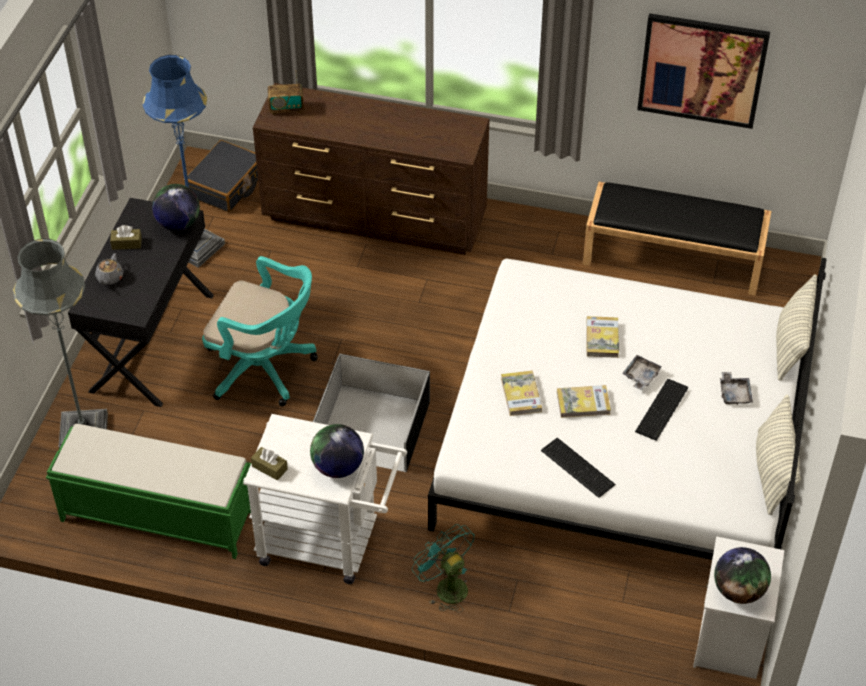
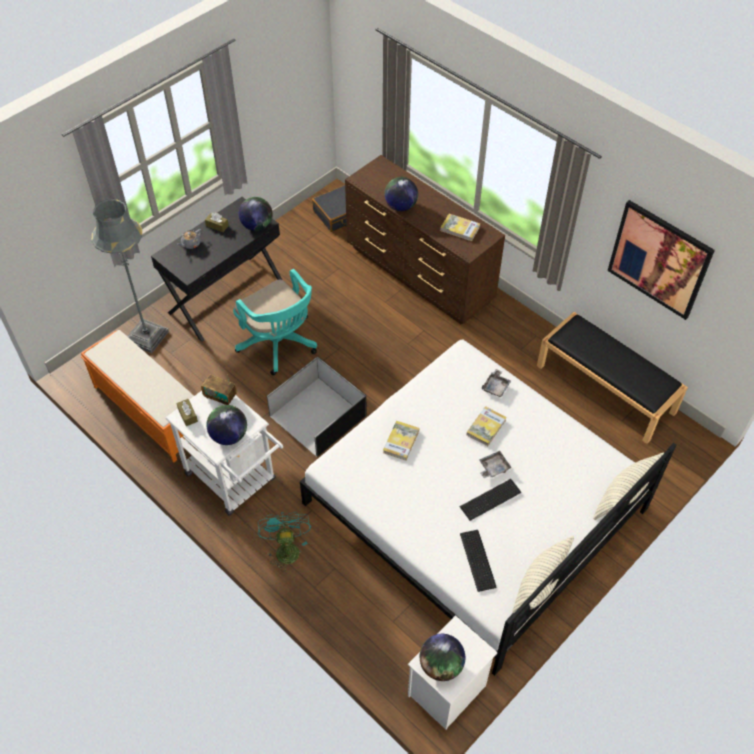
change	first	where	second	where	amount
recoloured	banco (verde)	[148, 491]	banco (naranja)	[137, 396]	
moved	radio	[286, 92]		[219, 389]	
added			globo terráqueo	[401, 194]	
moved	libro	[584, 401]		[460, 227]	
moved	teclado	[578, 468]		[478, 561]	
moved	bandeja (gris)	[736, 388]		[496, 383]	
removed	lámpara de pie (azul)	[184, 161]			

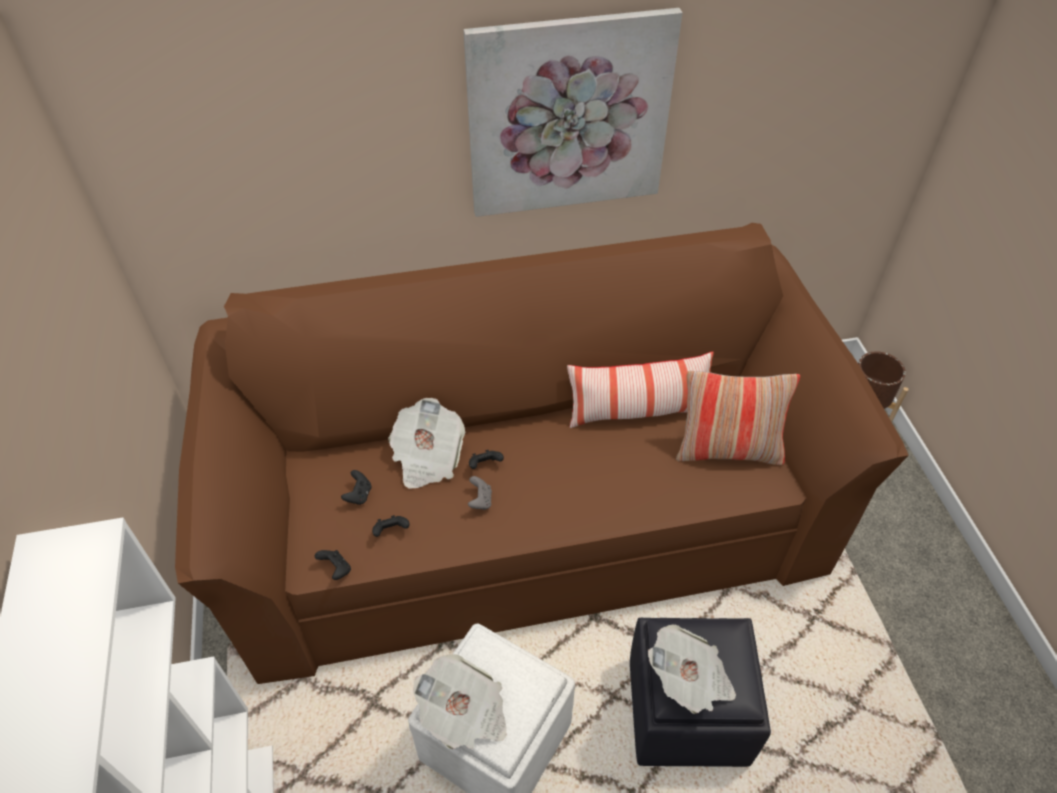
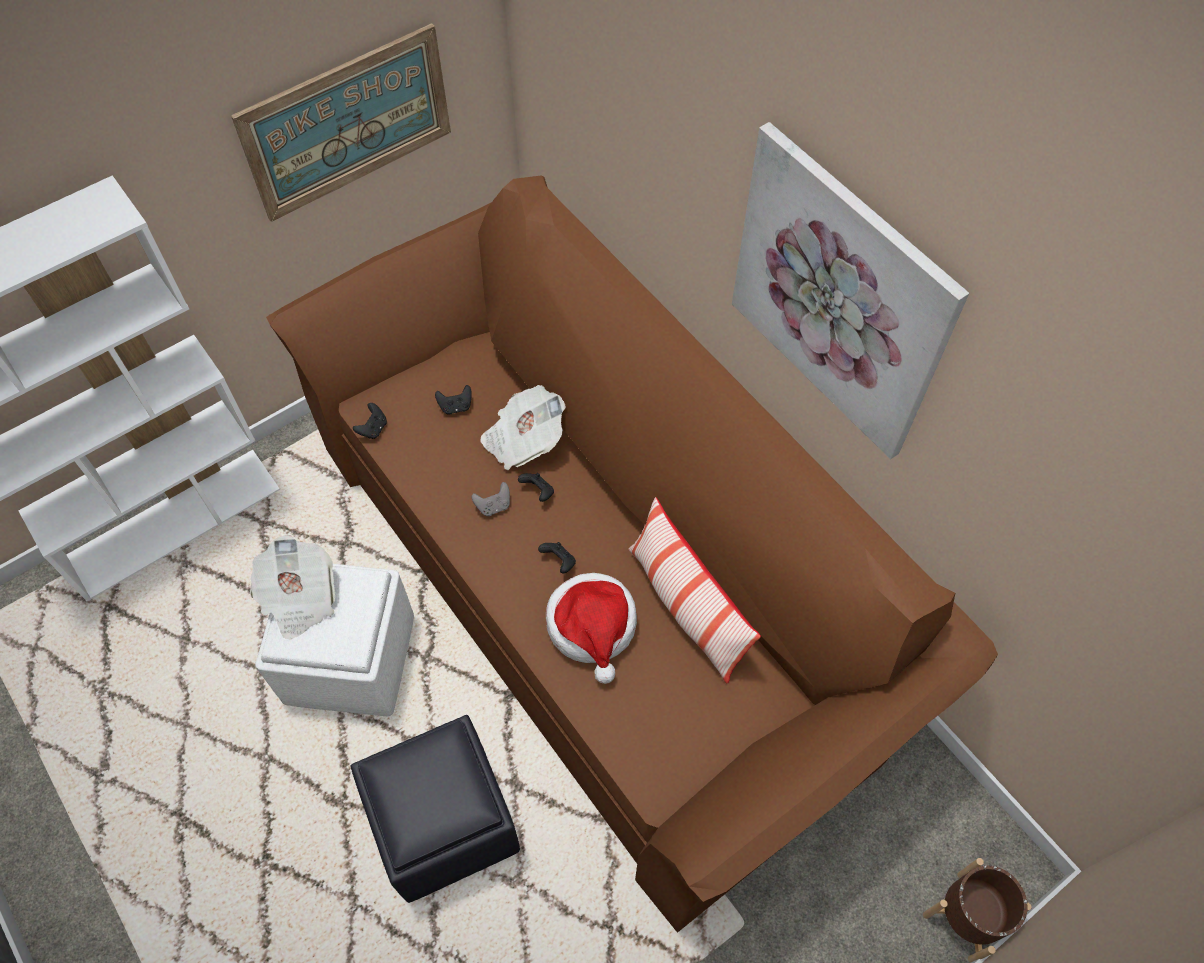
change	first	where	second	where	amount
added			cuadro	[341, 123]	
moved	mando de consola (negro)	[391, 526]		[557, 557]	
added			sombrero	[591, 628]	
removed	periódico	[692, 669]			
removed	cojín	[738, 418]			

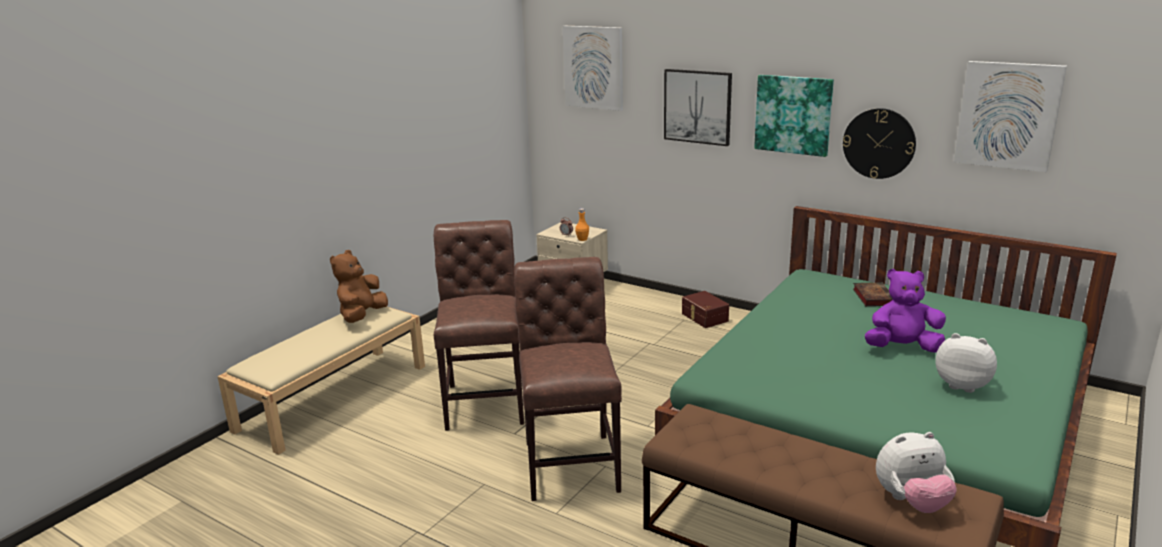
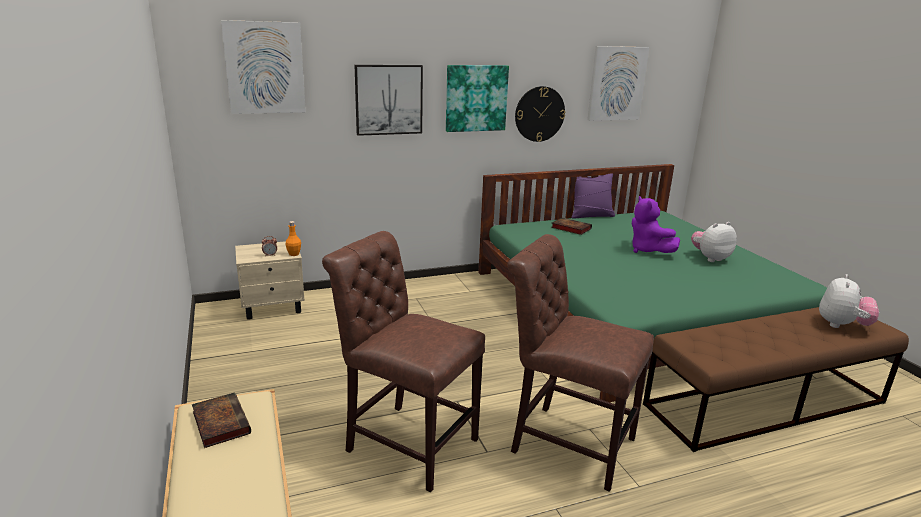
change	first	where	second	where	amount
replaced	peluche (marrón)	[359, 286]	libro	[221, 420]	
added			cojín (morado)	[593, 196]	
turned	peluche (morado)	[905, 310]		[656, 224]	60 degrees counterclockwise
removed	caja de almacenaje (marrón)	[705, 309]			

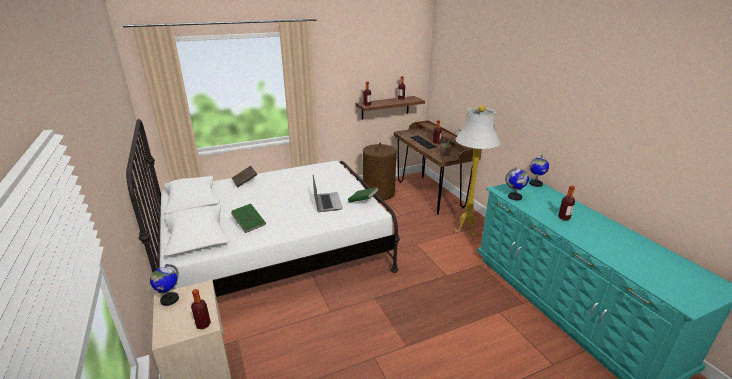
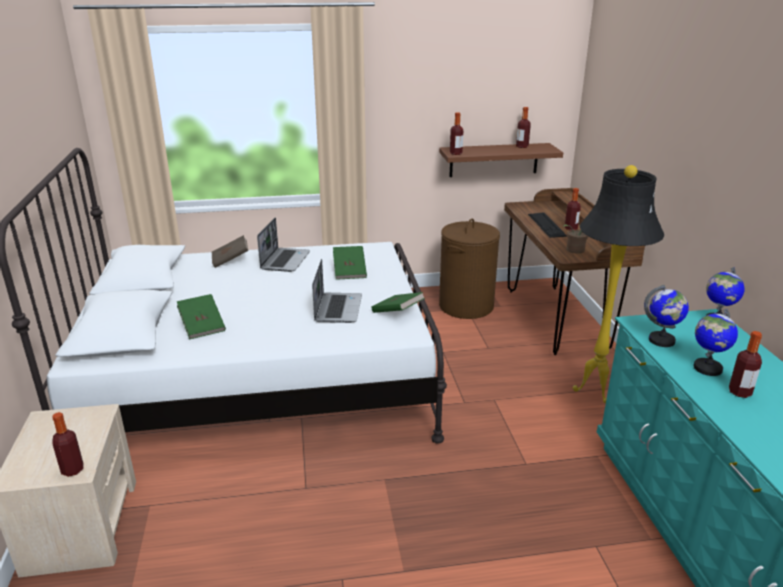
change	first	where	second	where	amount
added			portátil	[283, 245]	
added			libro (verde)	[350, 263]	
recoloured	lámpara de pie (blanco)	[478, 171]	lámpara de pie (negro)	[618, 284]	
moved	globo terráqueo	[164, 285]		[716, 342]	

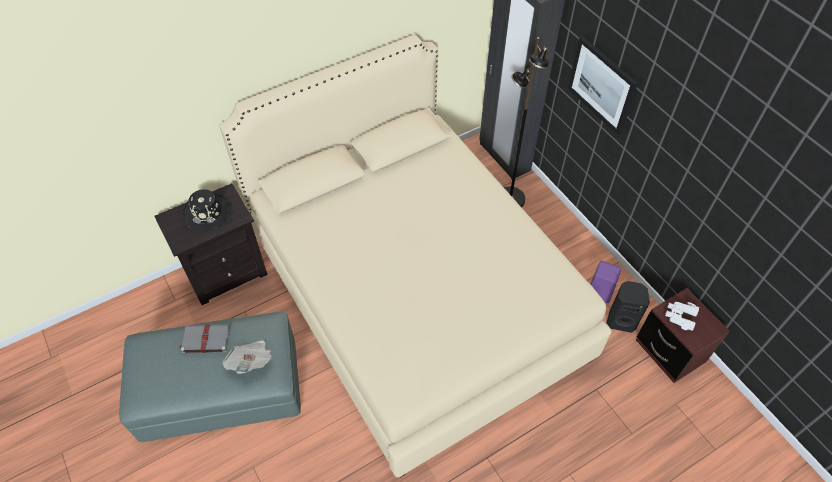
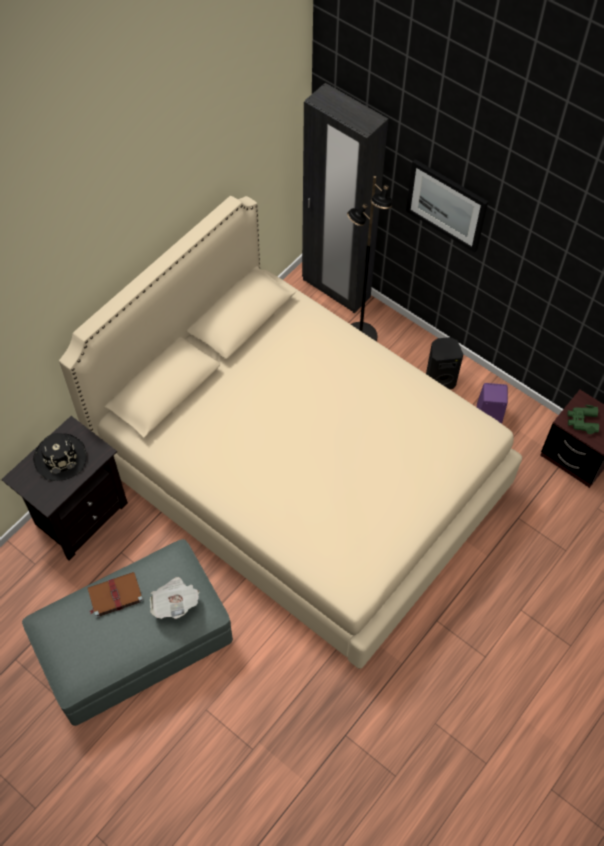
change	first	where	second	where	amount
recoloured	libro (gris)	[205, 339]	libro (marrón)	[115, 595]	
moved	altavoz (negro)	[628, 307]		[444, 363]	
recoloured	prismáticos (blanco)	[682, 316]	prismáticos (verde)	[583, 419]	

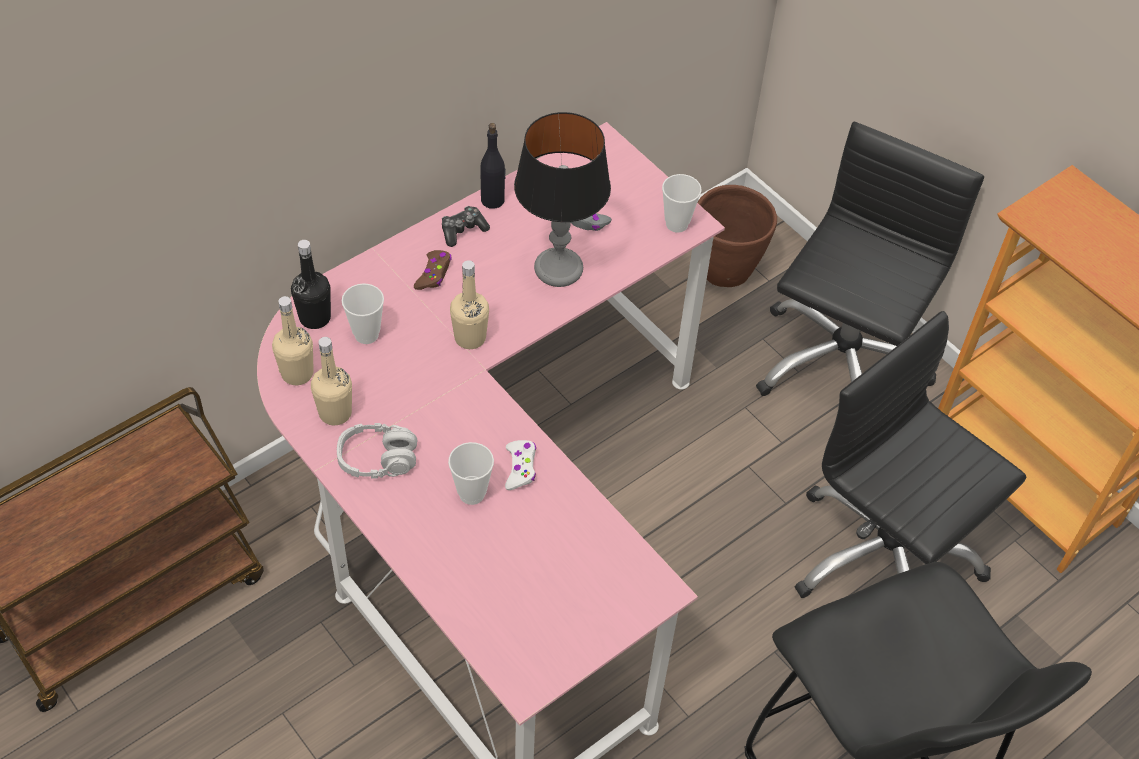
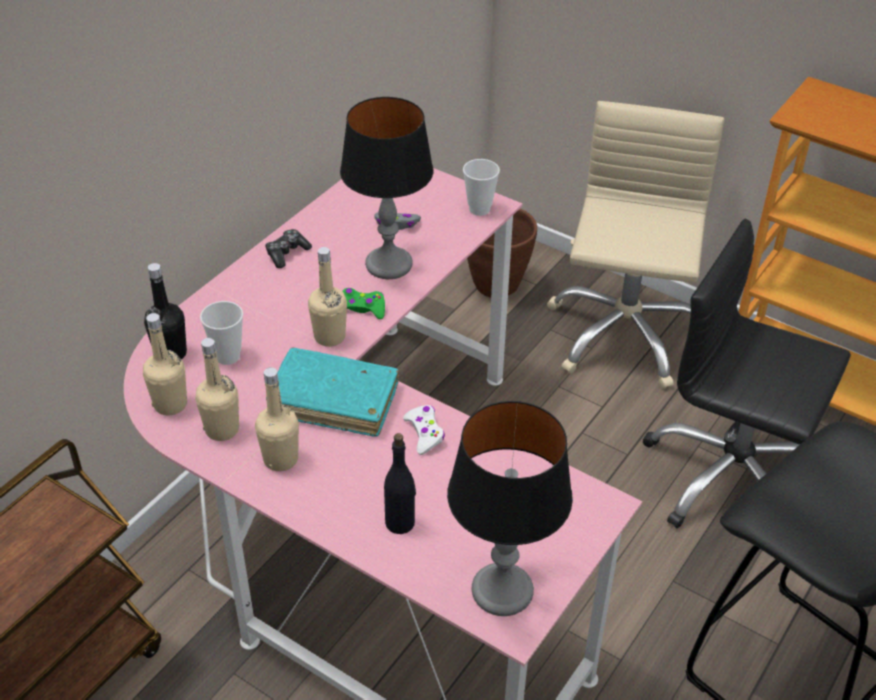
change	first	where	second	where	amount
replaced	auriculares (gris)	[377, 451]	botella (beis)	[277, 419]	
added			libro (turquesa)	[332, 392]	
added			mando de consola (verde)	[364, 303]	
moved	botella (negro)	[493, 166]		[400, 483]	
added			lámpara de mesa	[510, 508]	
recoloured	silla de oficina (negro)	[870, 259]	silla de oficina (beis)	[636, 245]	
removed	mando de consola (marrón)	[433, 270]			
removed	taza	[471, 473]			

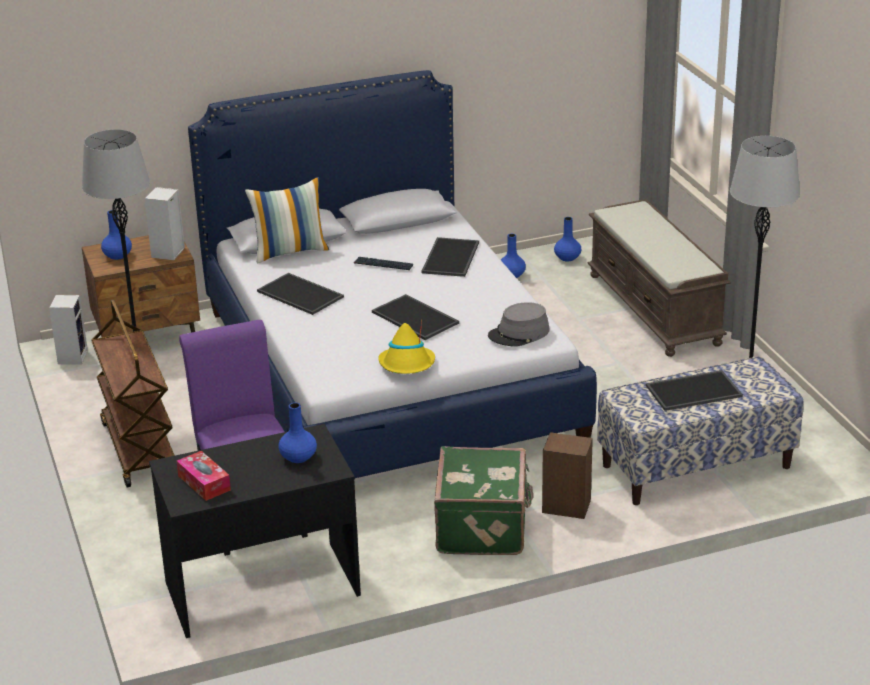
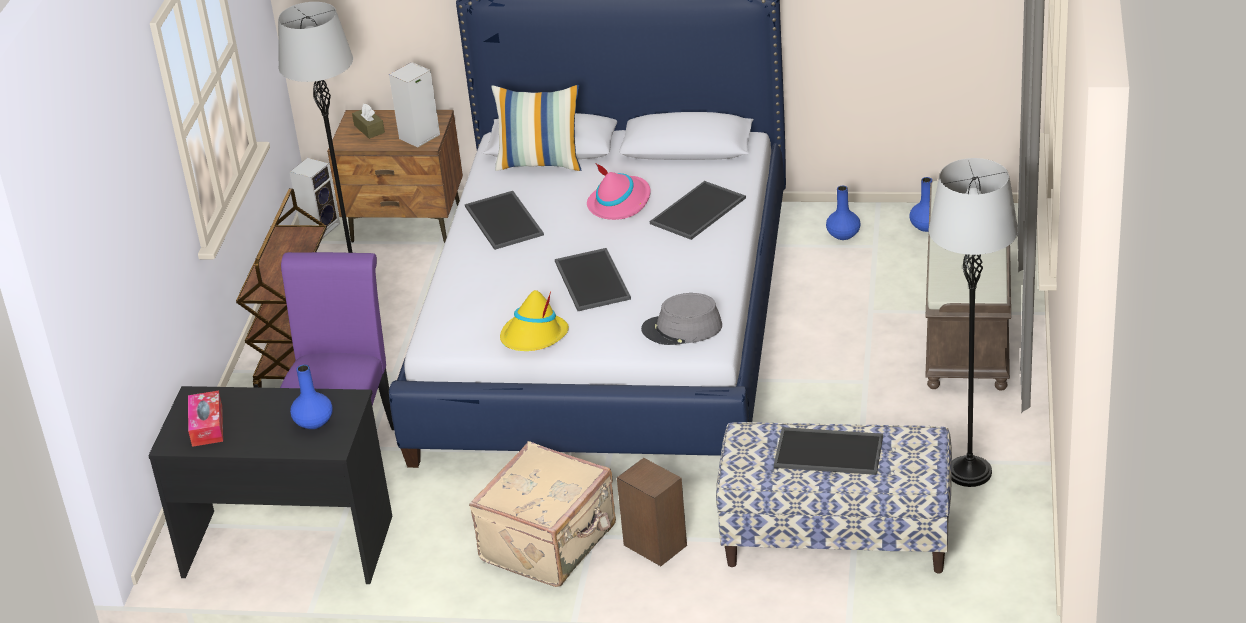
change	first	where	second	where	amount
replaced	florero (azul)	[116, 235]	caja de pañuelos (marrón)	[368, 121]	
recoloured	maleta (verde)	[483, 500]	maleta (beis)	[542, 514]	
replaced	teclado	[383, 263]	sombrero (rosa)	[618, 192]	

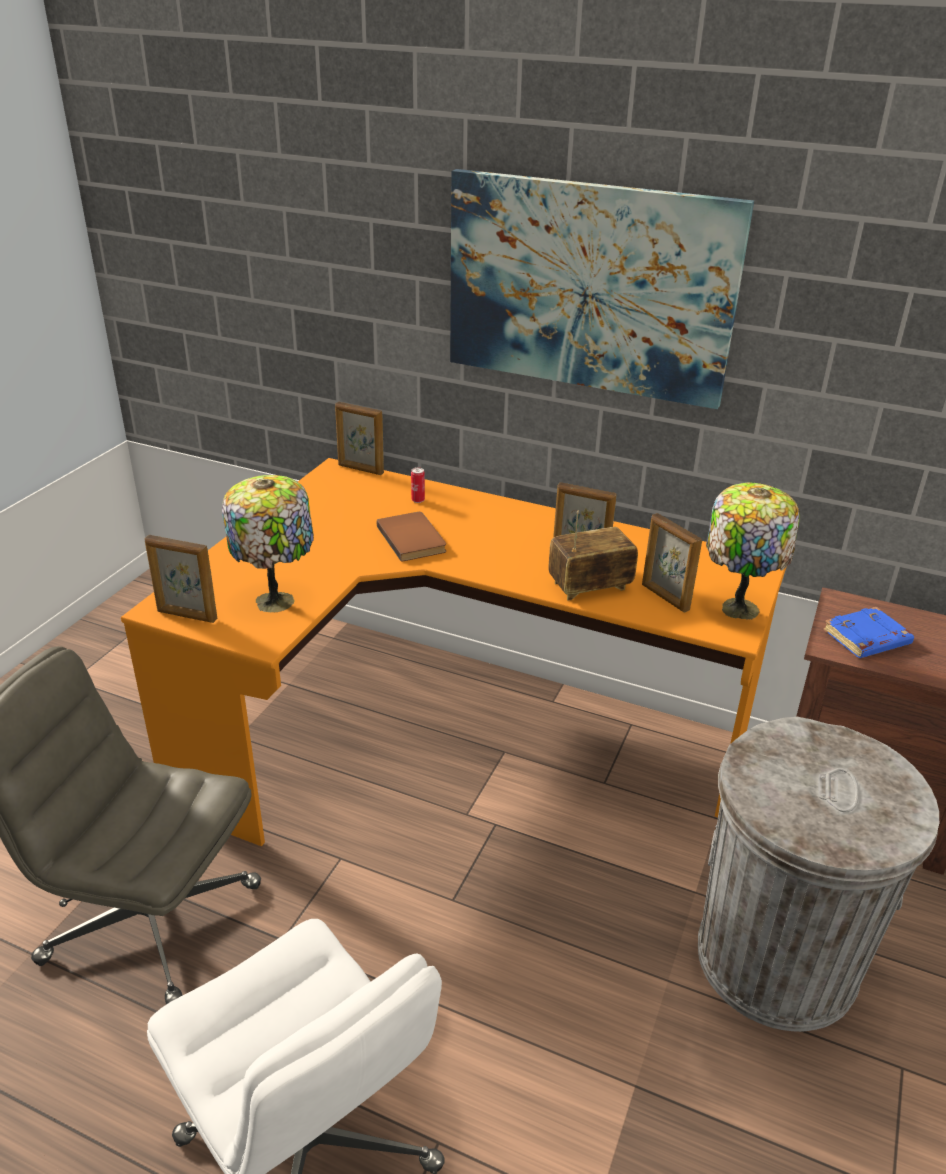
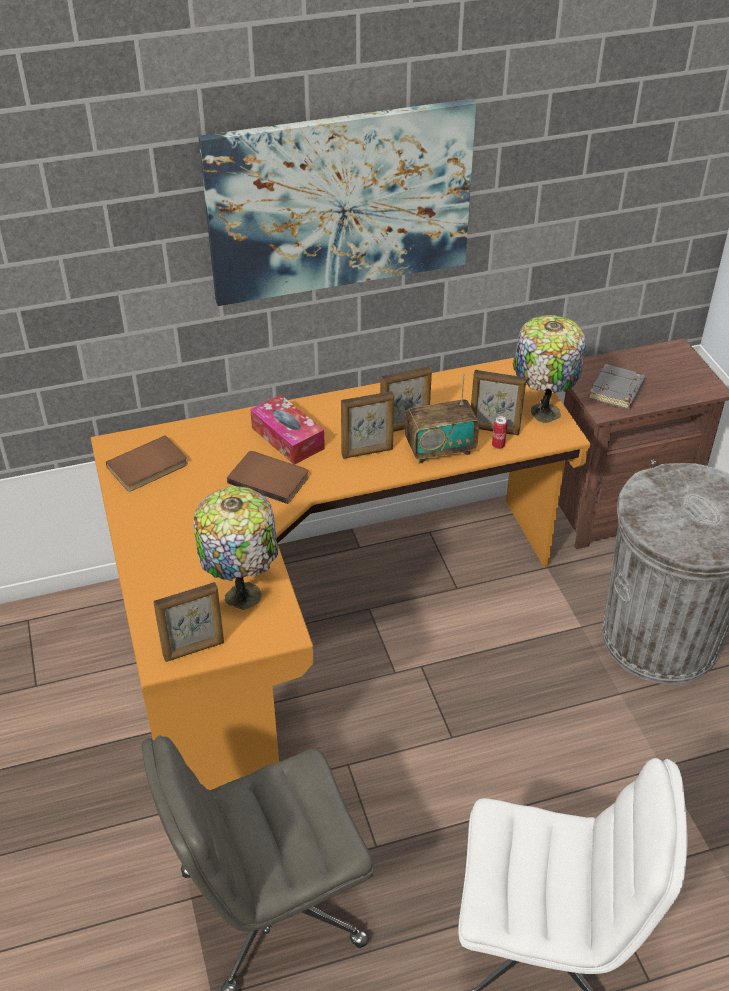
change	first	where	second	where	amount
added			libro (marrón)	[147, 463]	
added			caja de pañuelos	[287, 430]	
moved	portarretratos	[359, 438]		[367, 425]	
turned	radio	[593, 556]		[442, 418]	135 degrees counterclockwise
moved	lata	[418, 485]		[500, 432]	
recoloured	libro (azul)	[868, 632]	libro (gris)	[617, 386]	

